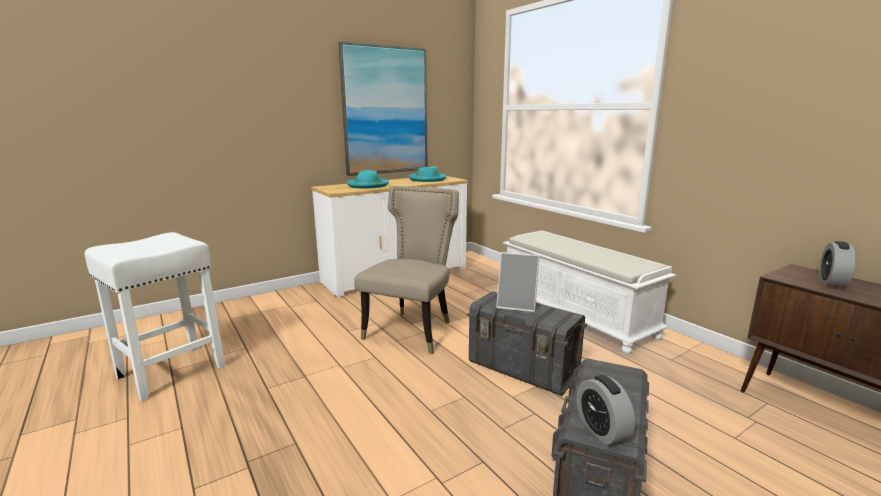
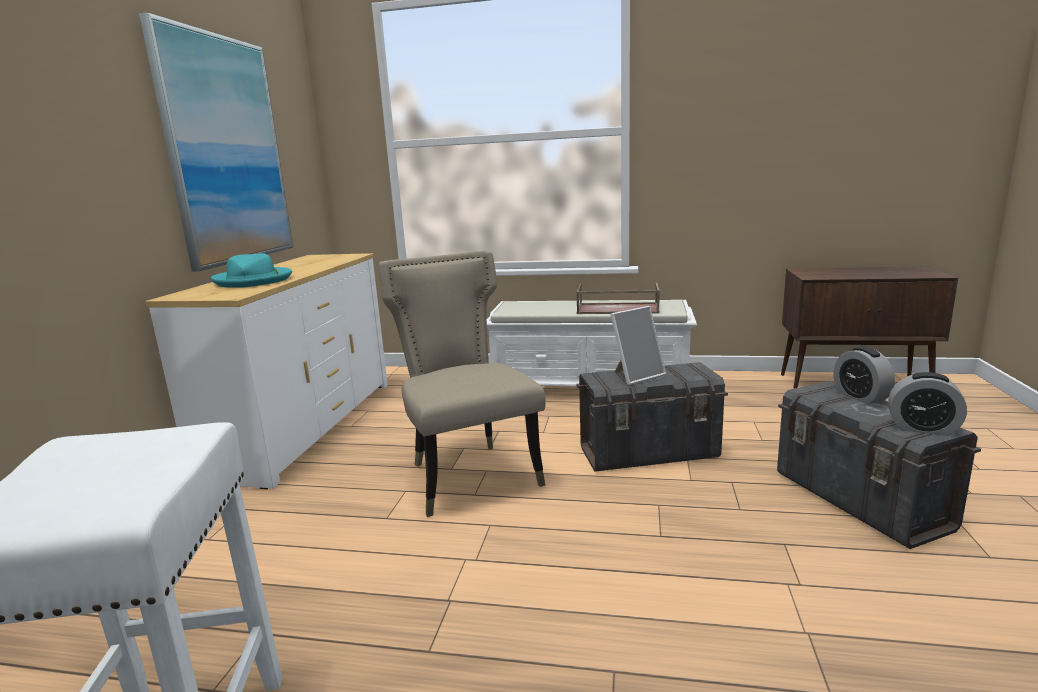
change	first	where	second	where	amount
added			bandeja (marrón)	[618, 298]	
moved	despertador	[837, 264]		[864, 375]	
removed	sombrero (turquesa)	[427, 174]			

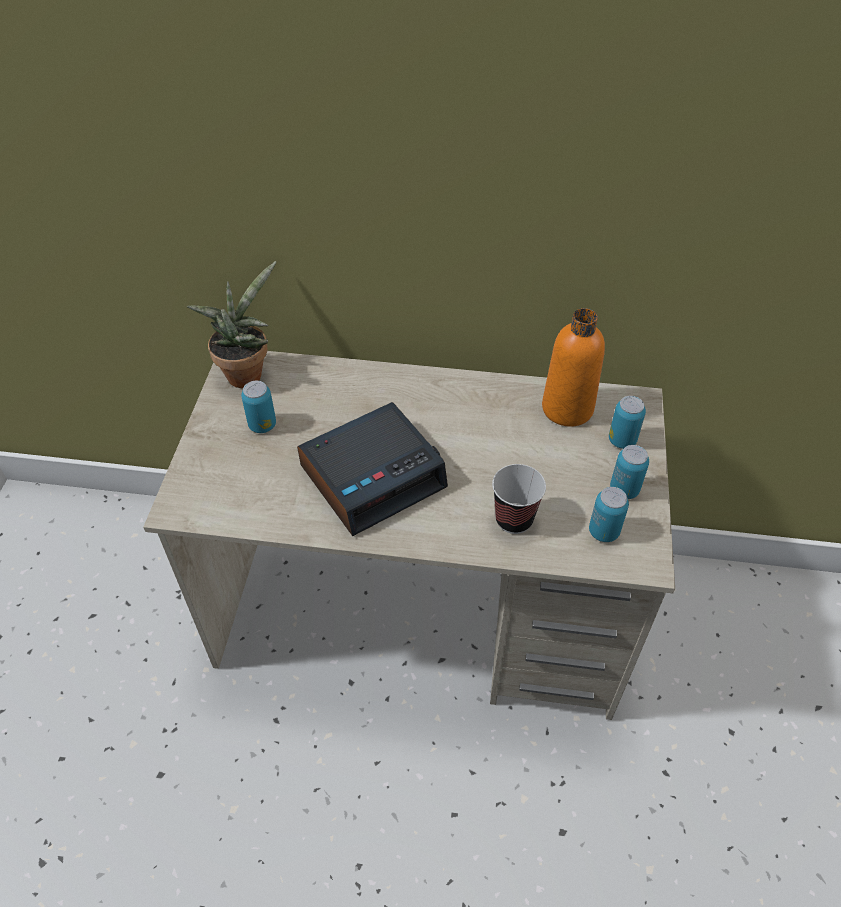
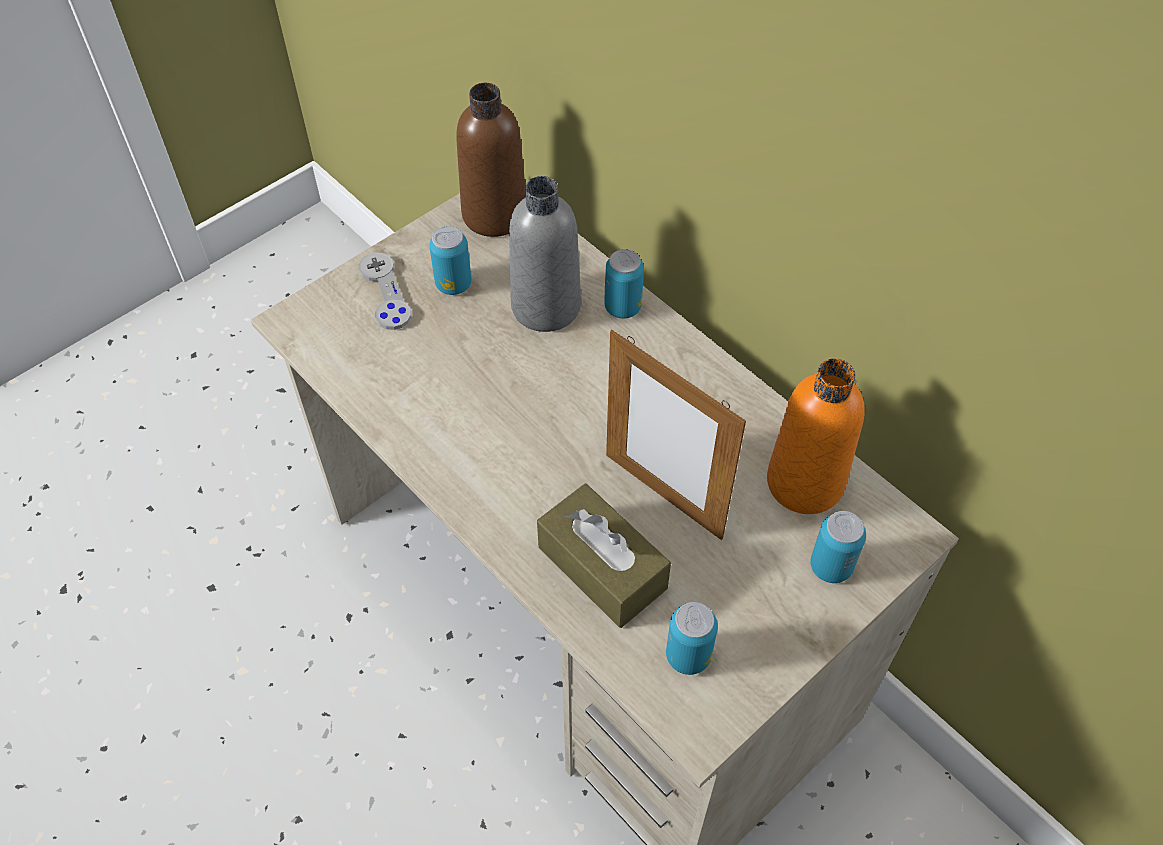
change	first	where	second	where	amount
added			mando de consola (gris)	[385, 291]	
replaced	planta en maceta	[231, 324]	botella (marrón)	[491, 160]	
added			botella (gris)	[545, 254]	
replaced	taza	[519, 499]	caja de pañuelos (marrón)	[604, 556]	
moved	lata	[629, 472]		[624, 284]	
added			portarretratos	[676, 435]	
removed	despertador	[372, 469]			

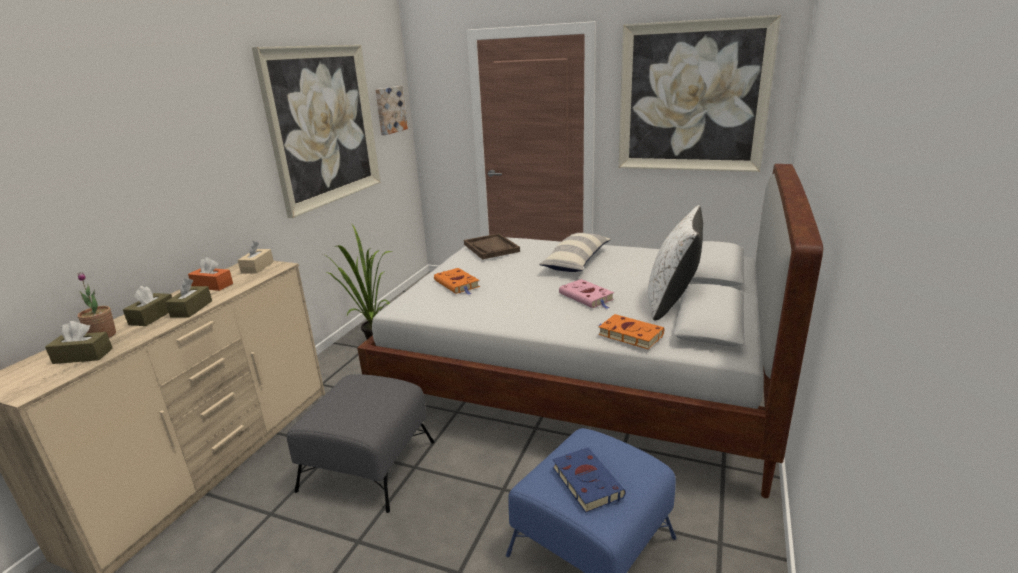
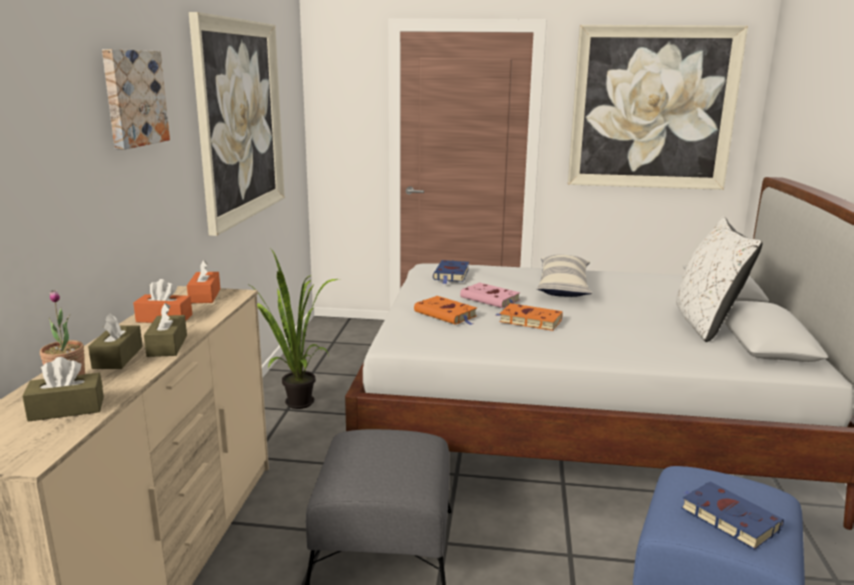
change	first	where	second	where	amount
moved	cuadro	[391, 110]		[136, 99]	
recoloured	caja de pañuelos (beis)	[256, 257]	caja de pañuelos (naranja)	[203, 281]	
replaced	bandeja (marrón)	[492, 246]	libro (azul)	[451, 272]	
moved	libro (rosa)	[586, 294]		[490, 295]	
moved	libro (naranja)	[631, 331]		[530, 317]	

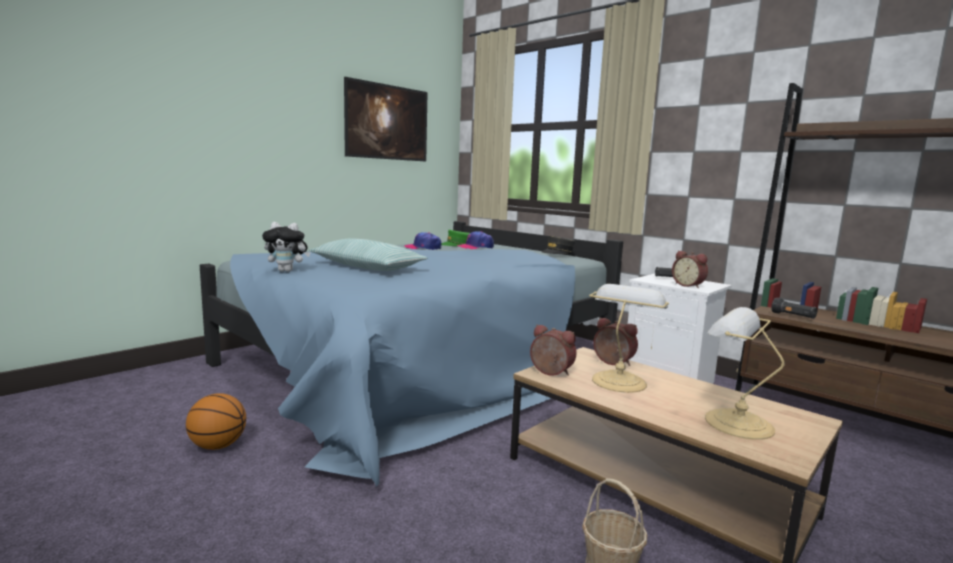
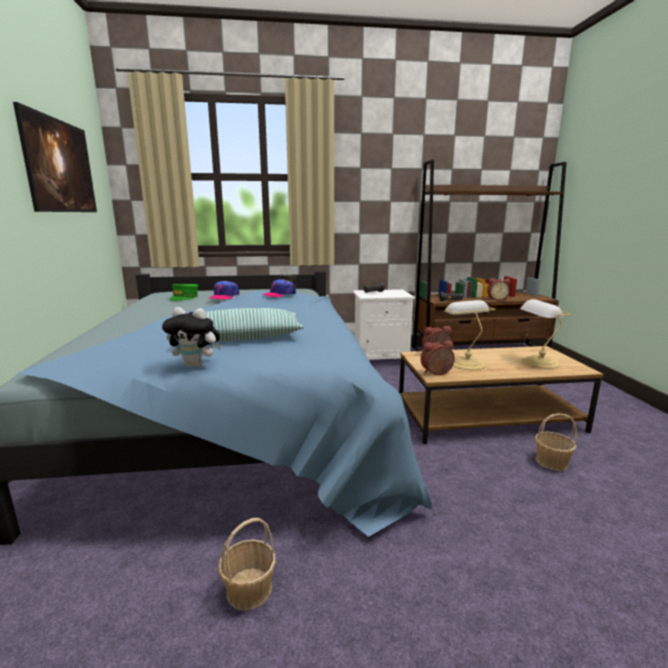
change	first	where	second	where	amount
turned	peluche	[286, 247]		[191, 337]	60 degrees clockwise
replaced	balón de baloncesto	[216, 421]	cesta	[247, 564]	
moved	gorra	[423, 241]		[279, 288]	
moved	despertador	[690, 269]		[498, 289]	

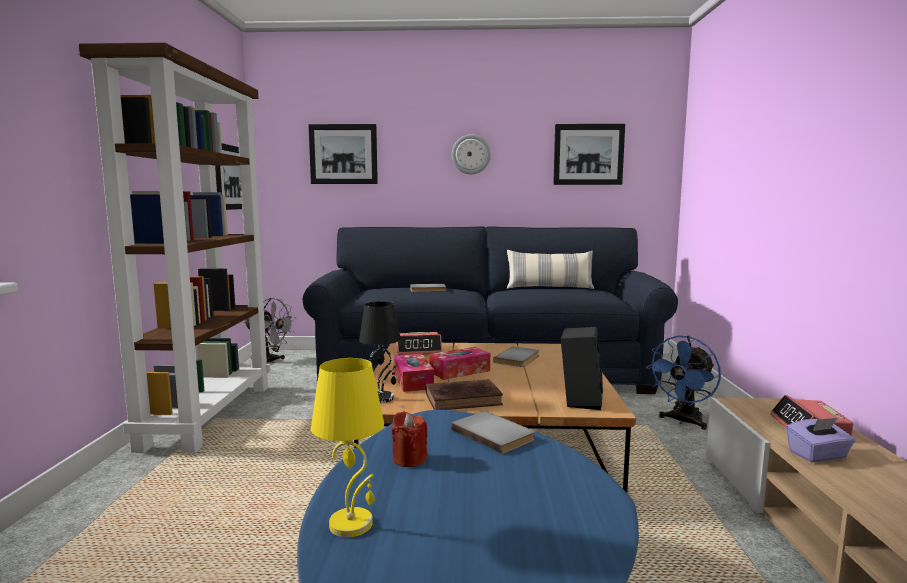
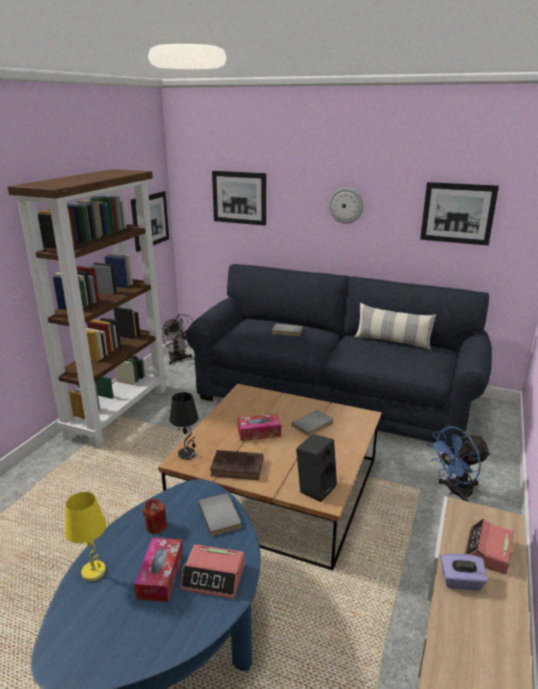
change	first	where	second	where	amount
moved	caja de pañuelos	[414, 373]		[158, 569]	
moved	despertador	[419, 343]		[212, 571]	

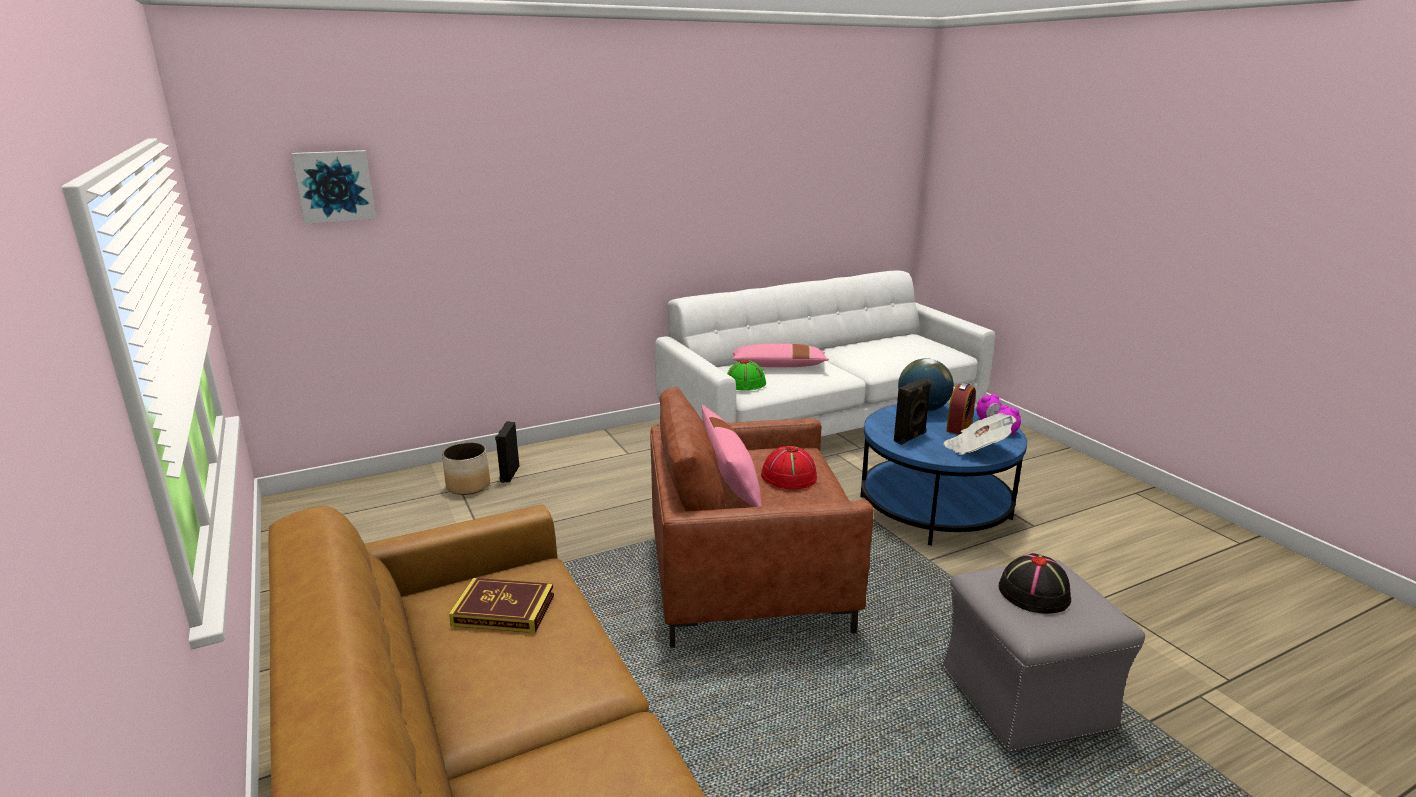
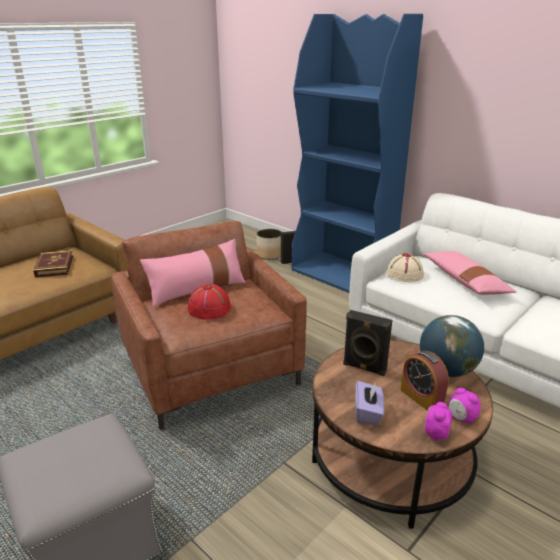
change	first	where	second	where	amount
added			estantería (azul)	[357, 153]	
recoloured	mesa de centro (azul)	[943, 474]	mesa de centro (marrón)	[402, 434]	
replaced	periódico	[980, 434]	caja de pañuelos (morado)	[369, 403]	
recoloured	sombrero (verde)	[746, 375]	sombrero (beis)	[405, 267]	
turned	despertador	[961, 409]		[425, 380]	45 degrees clockwise
removed	cuadro	[334, 187]			
removed	sombrero (negro)	[1035, 583]			

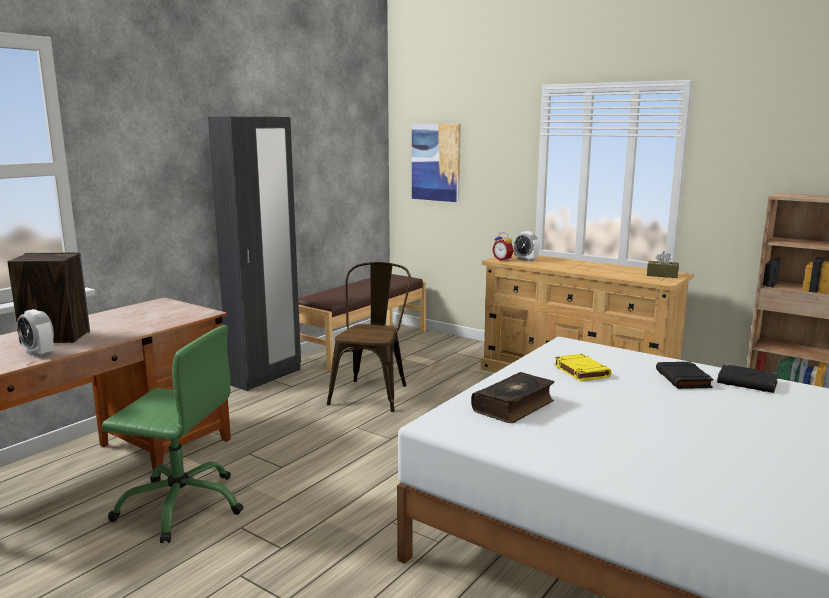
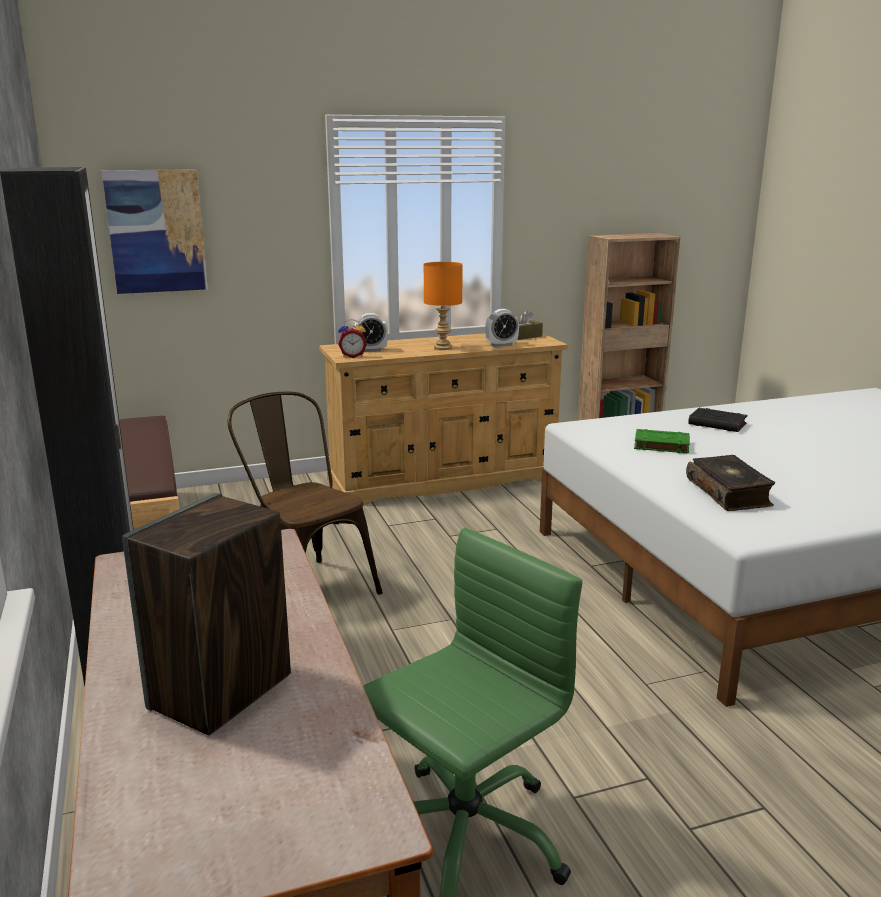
change	first	where	second	where	amount
added			lámpara de mesa (naranja)	[443, 306]	
moved	despertador	[35, 333]		[502, 328]	
recoloured	libro (amarillo)	[583, 368]	libro (verde)	[662, 441]	
removed	libro (negro)	[748, 378]			

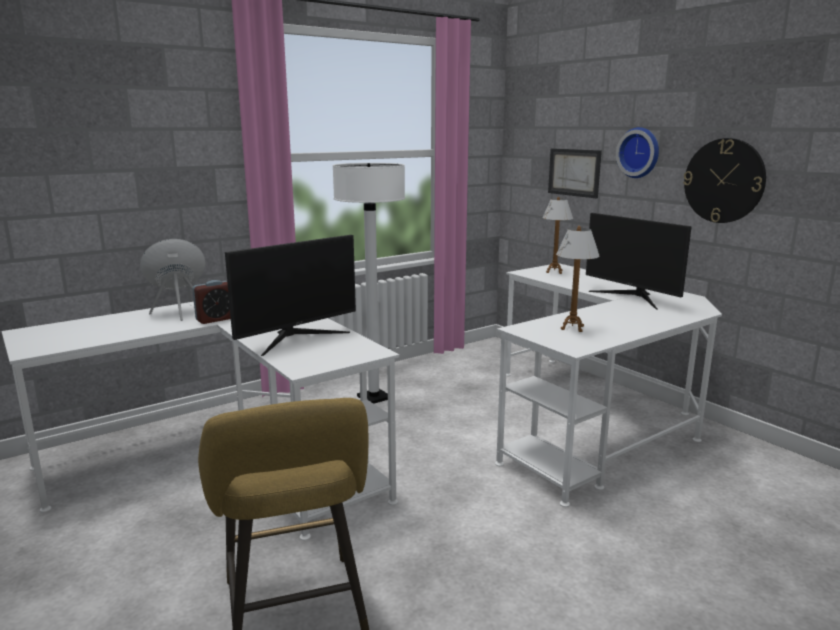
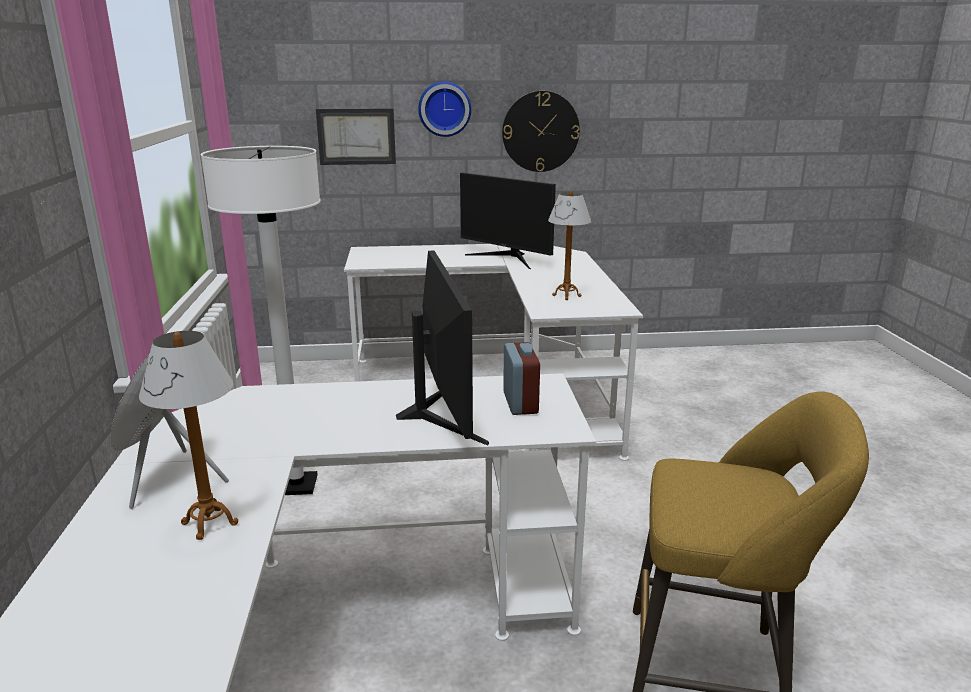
change	first	where	second	where	amount
moved	lámpara de mesa	[557, 235]		[188, 435]	
turned	monitor	[639, 261]		[508, 220]	45 degrees clockwise
moved	despertador	[211, 302]		[521, 378]	

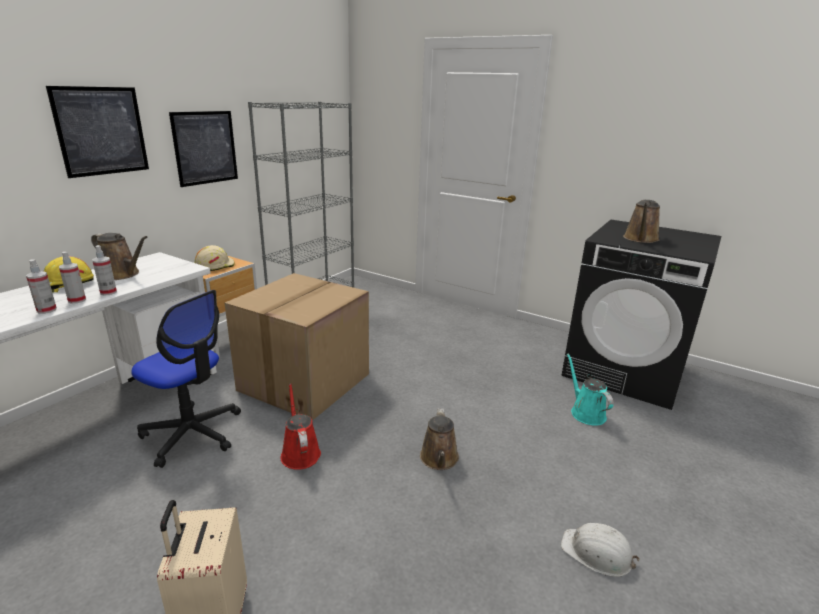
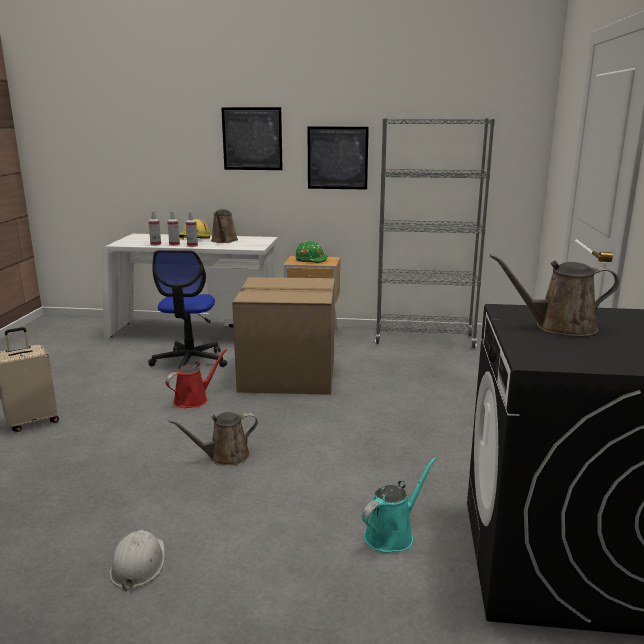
change	first	where	second	where	amount
recoloured	casco (beis)	[214, 258]	casco (verde)	[312, 252]	

